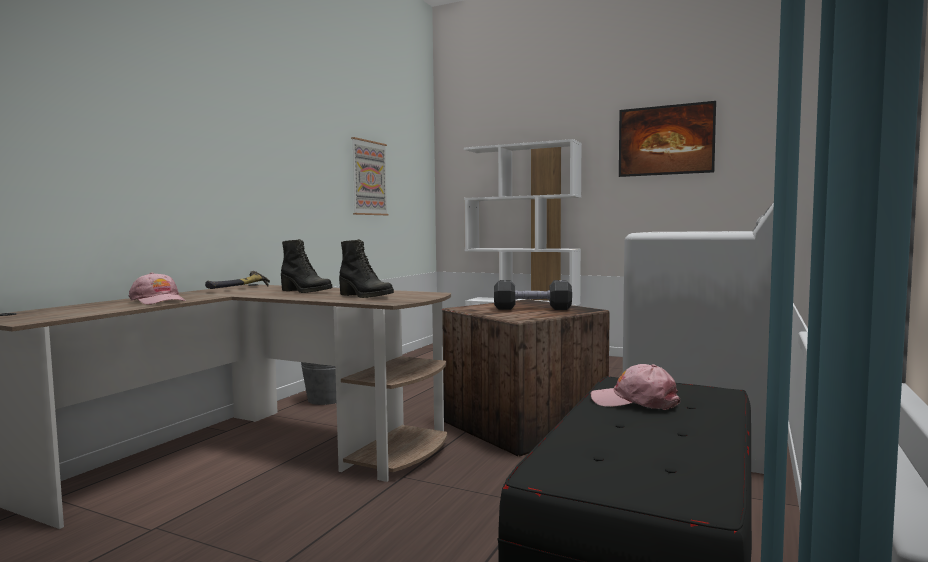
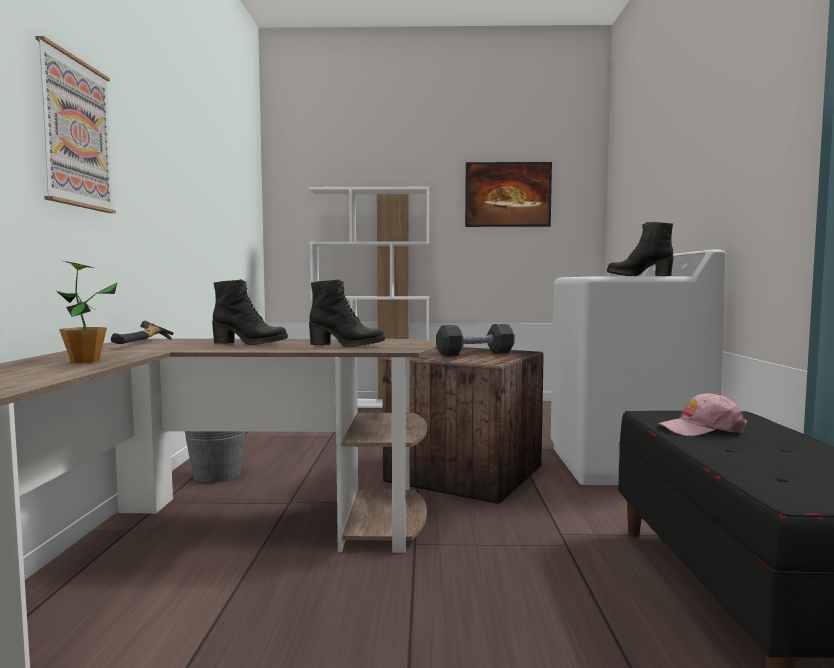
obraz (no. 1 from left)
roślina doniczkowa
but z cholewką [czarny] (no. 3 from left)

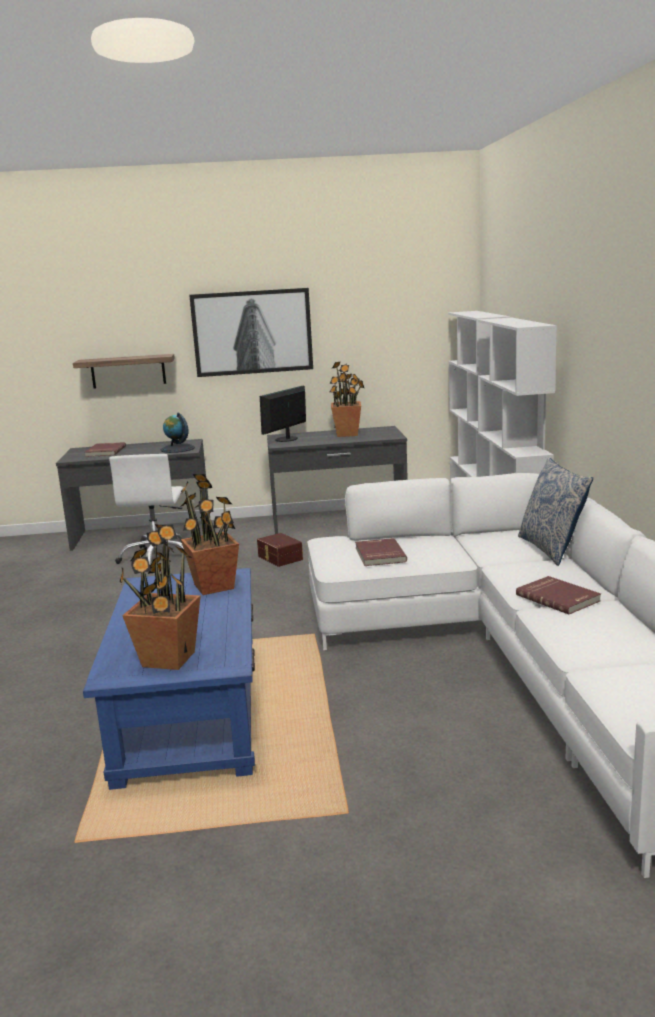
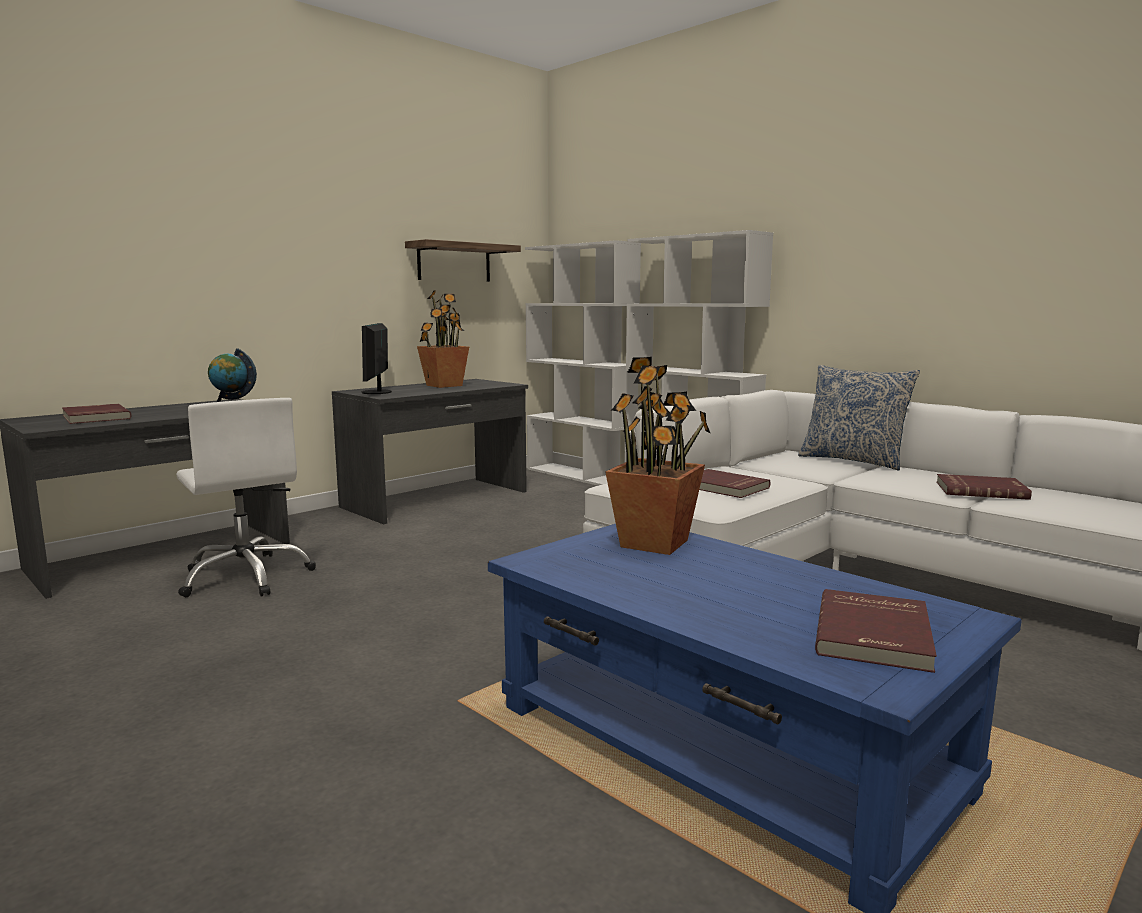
półka
książka [czerwony] (no. 3 from left)
obraz
pojemnik do przechowywania [brązowy]

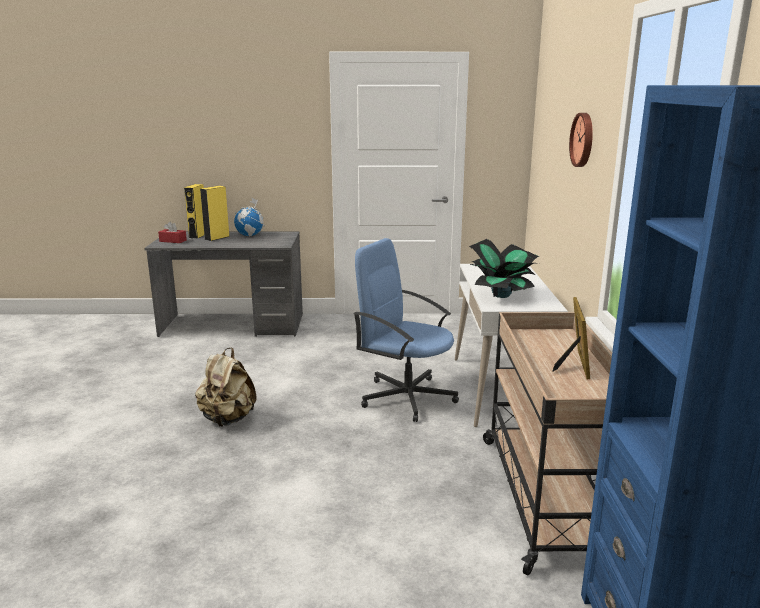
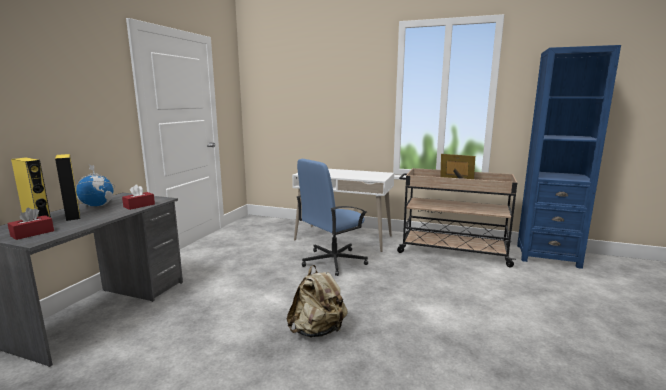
pudełko chusteczek [czerwony] (no. 2 from left)
roślina doniczkowa
zegar ścienny

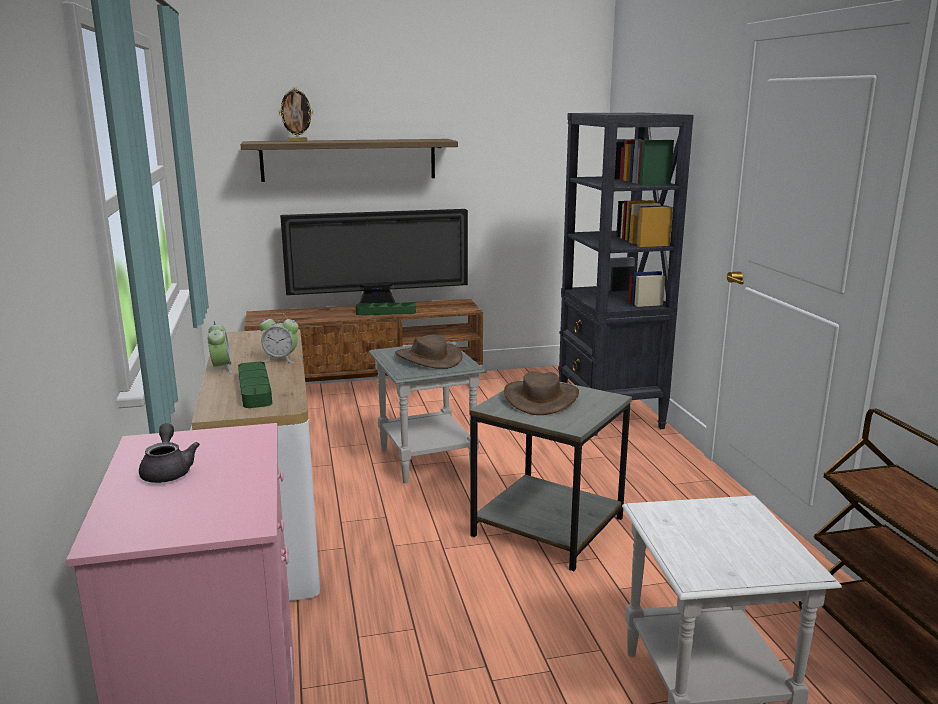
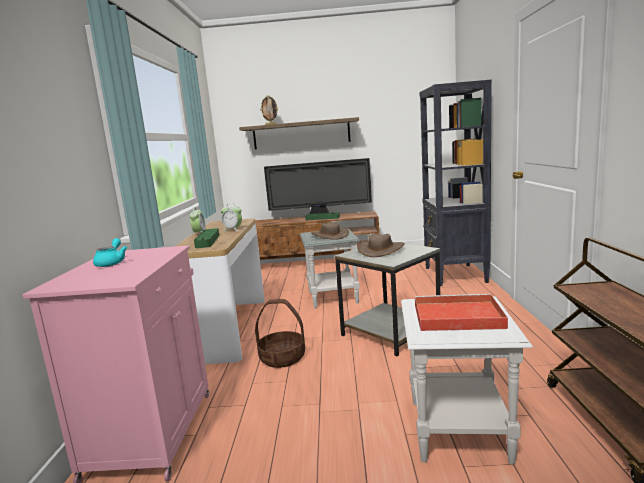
imbryk [turkusowy]
koszyk
taca [czerwony]

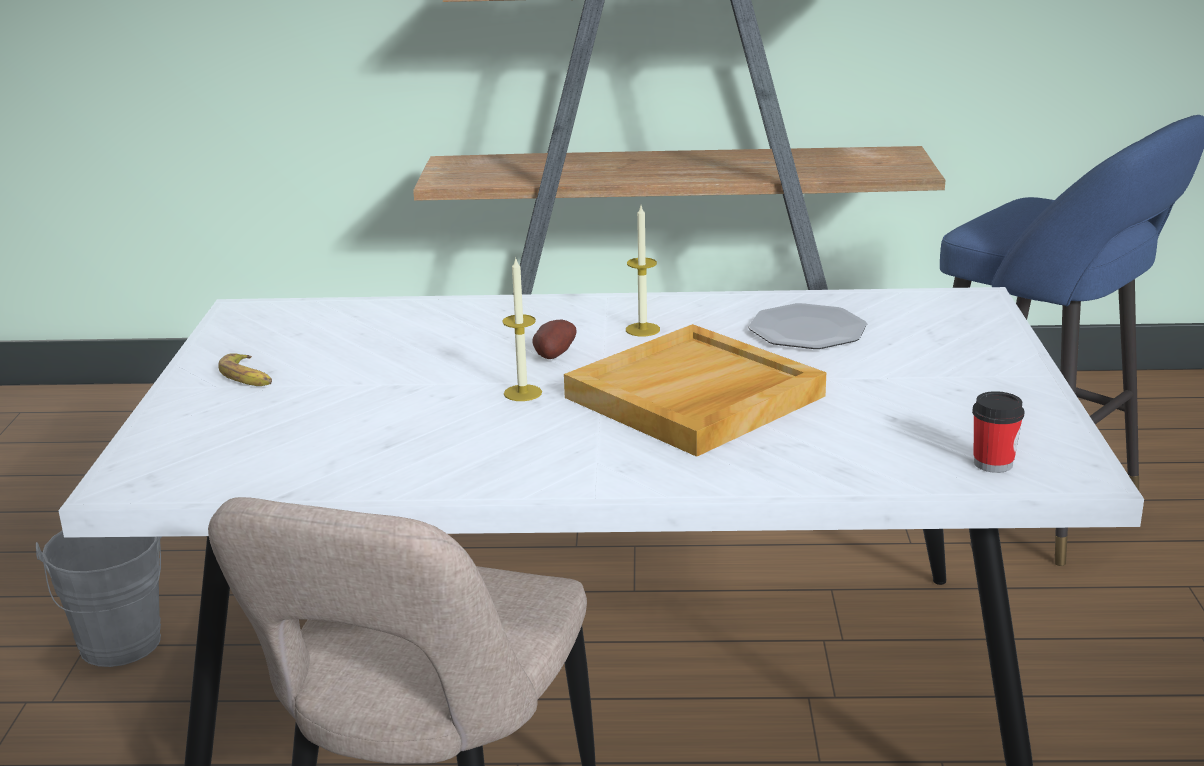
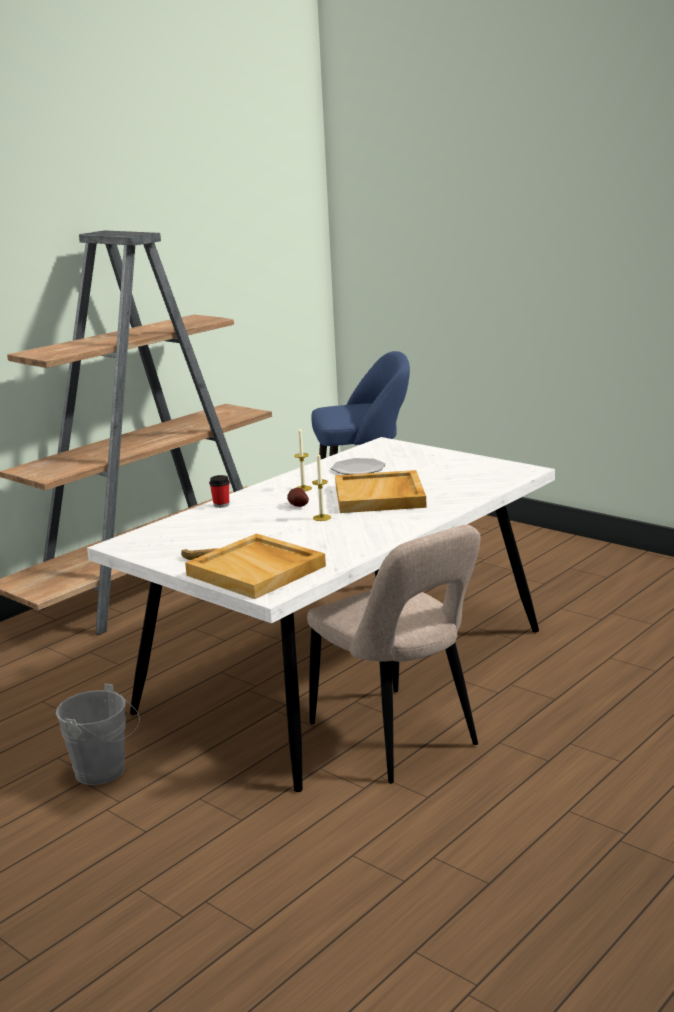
taca [beżowy] (no. 1 from left)
filiżanka

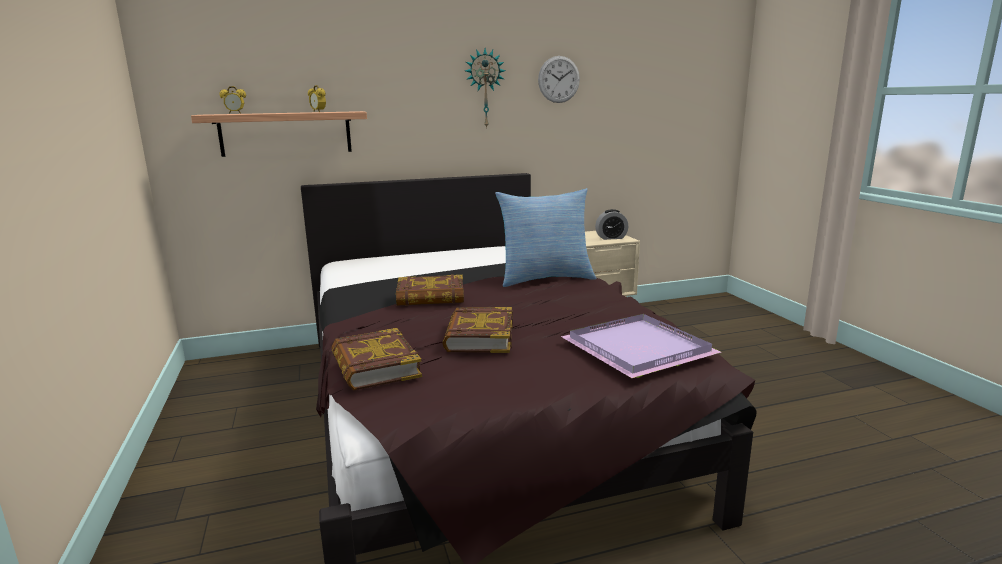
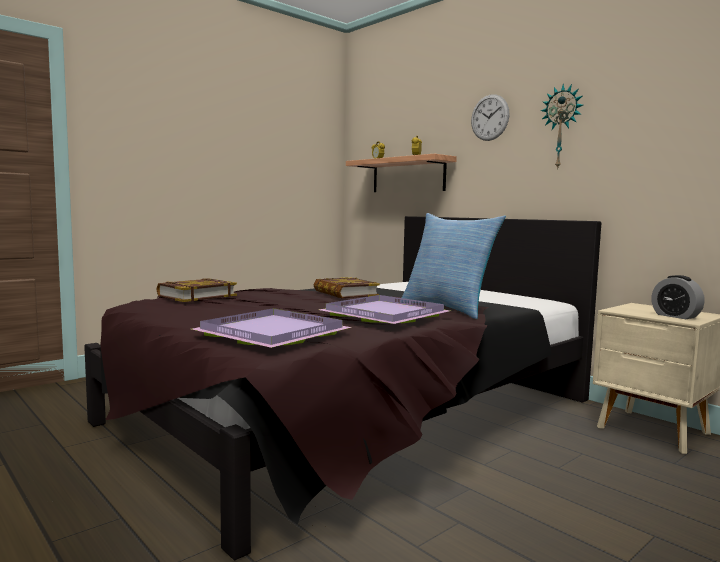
taca [fioletowy] (no. 2 from left)
zegar ścienny (no. 1 from left)
książka (no. 3 from left in the first image)

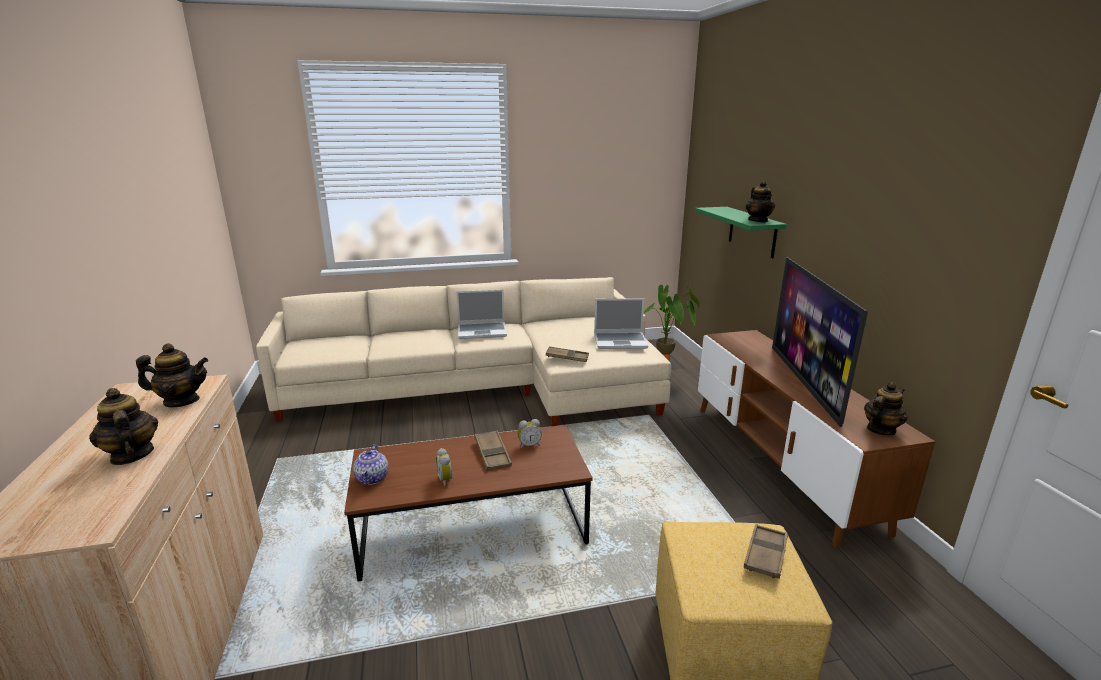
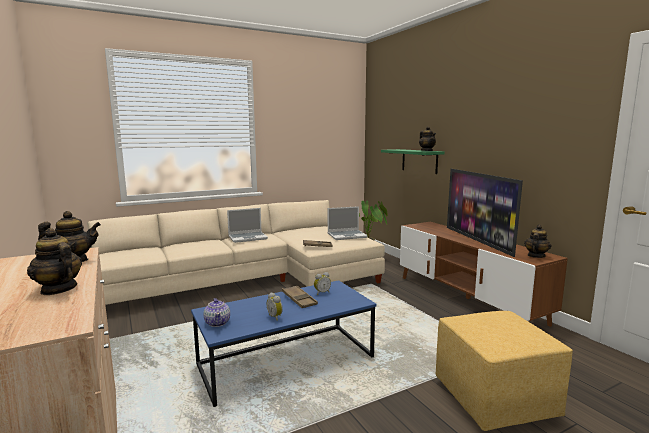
ława [niebieski]
taca [brązowy] (no. 3 from left in the first image)

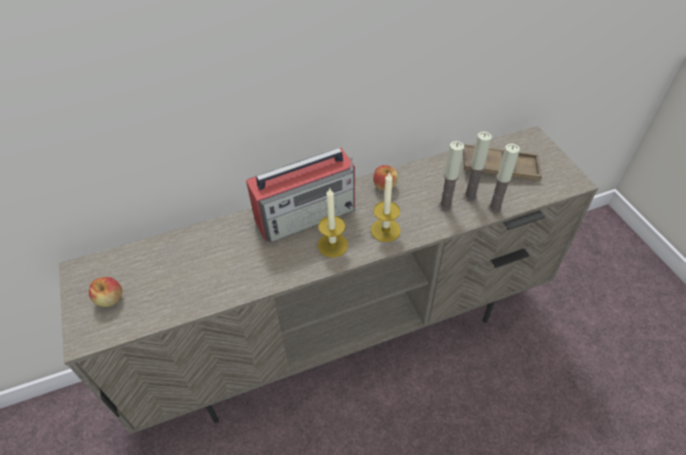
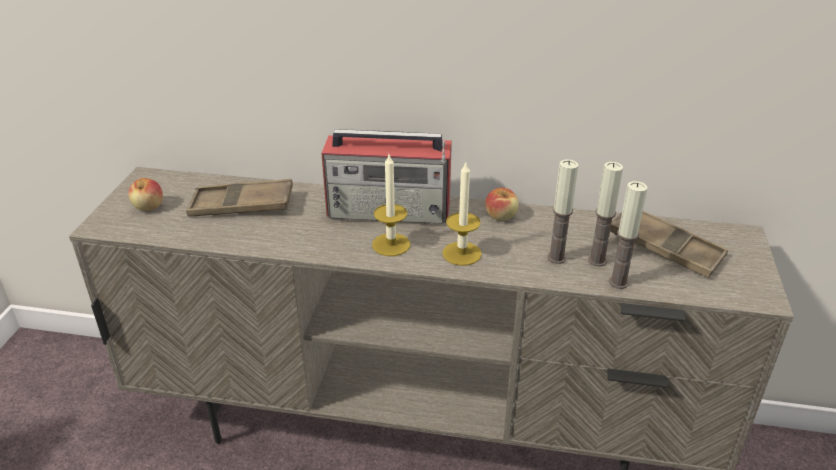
taca [brązowy] (no. 1 from left)

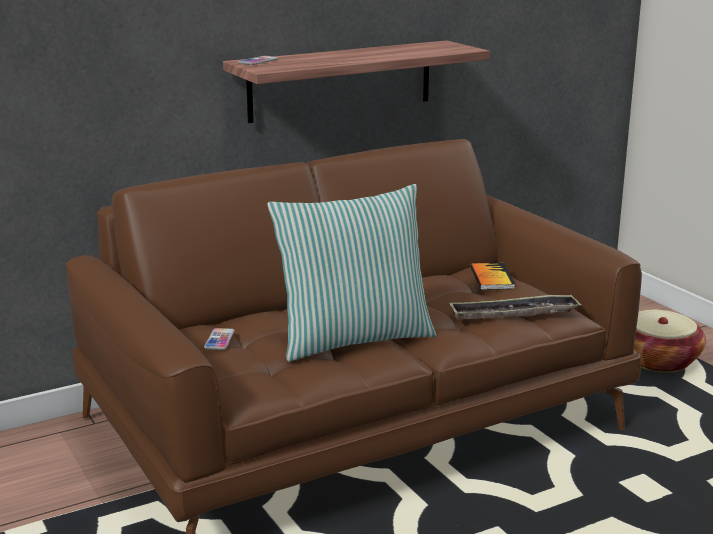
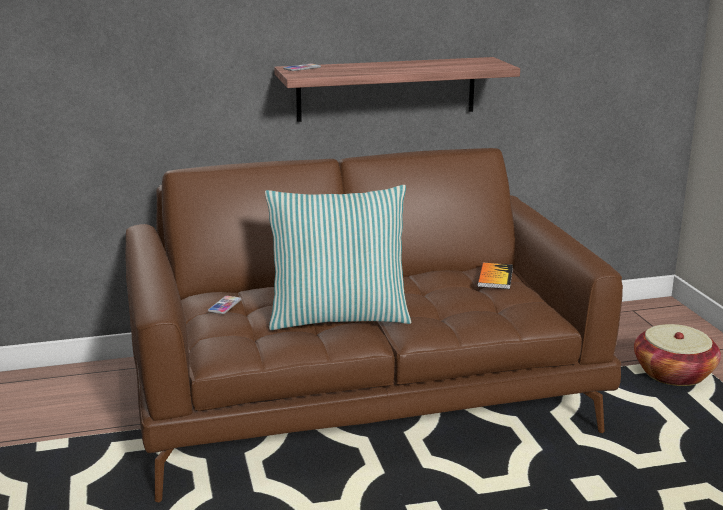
taca

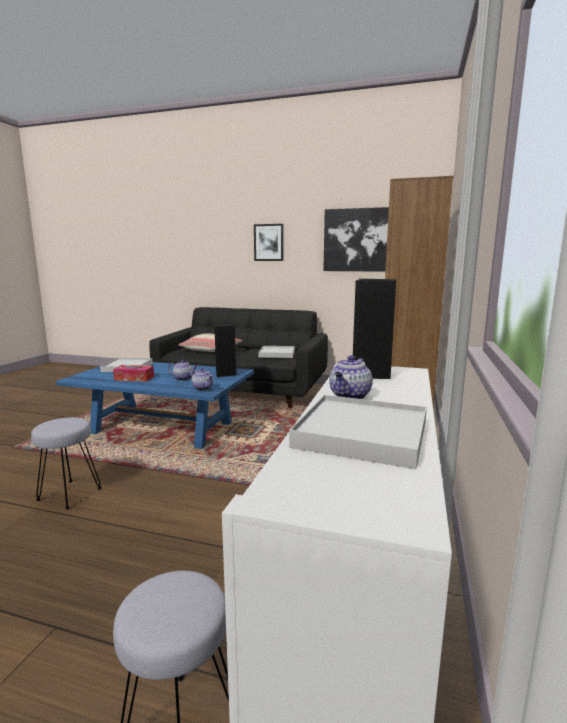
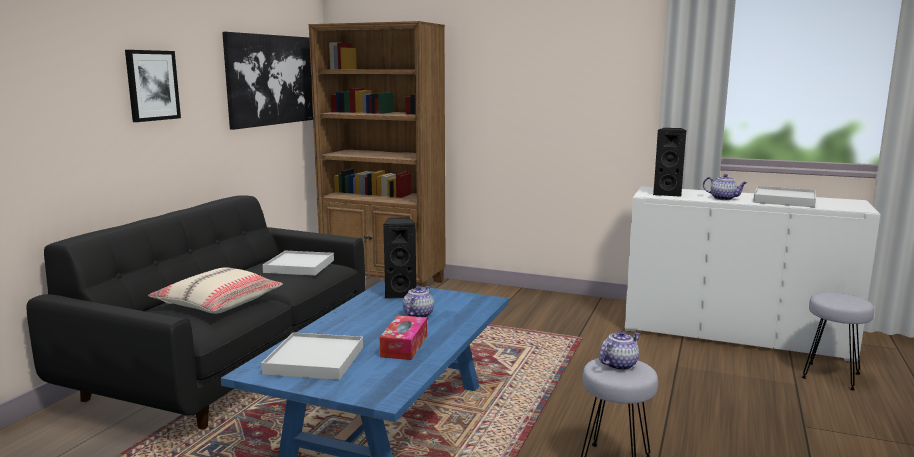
imbryk (no. 2 from left)

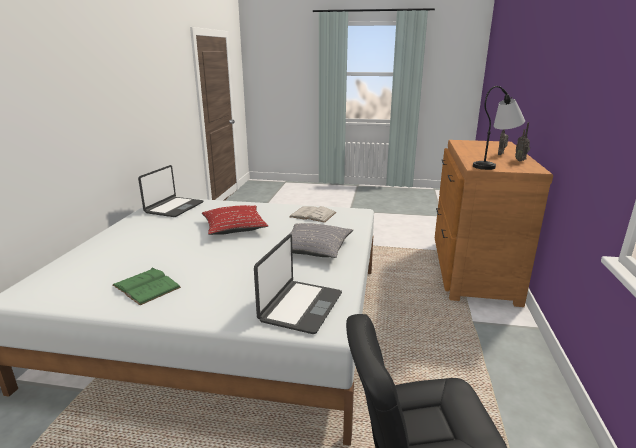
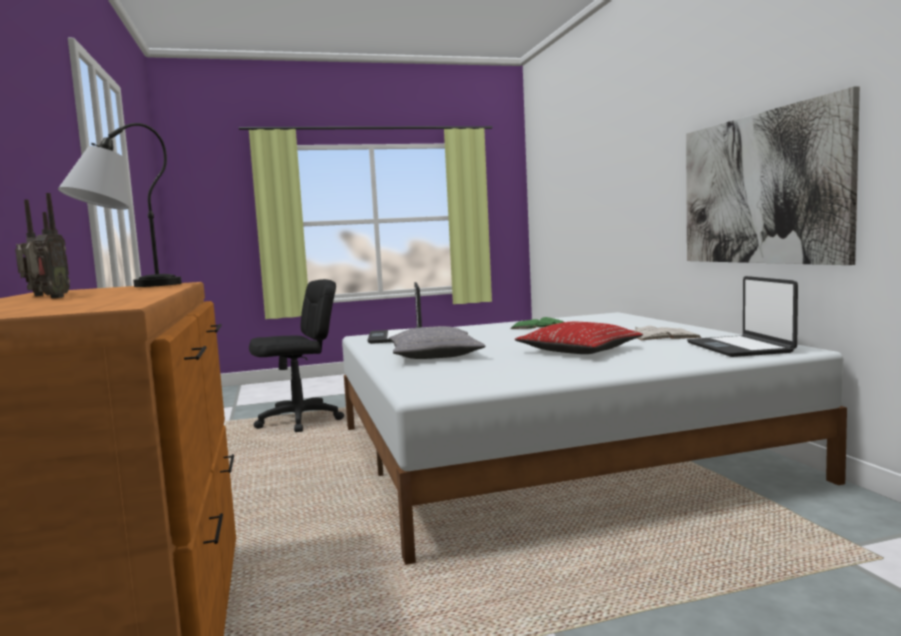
książka [biały]
obraz

